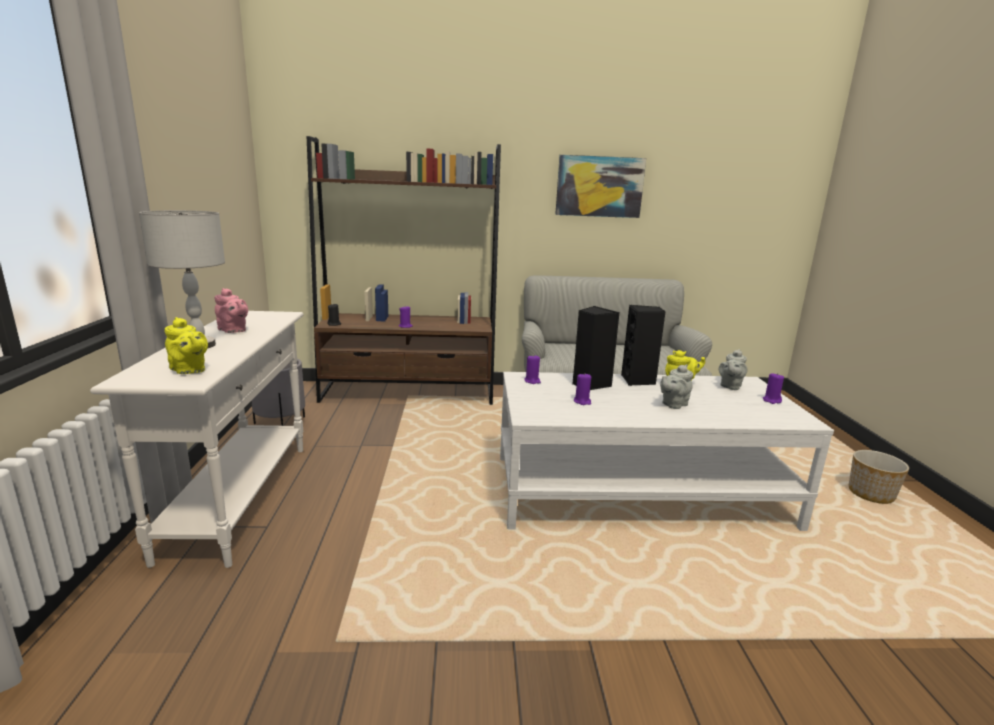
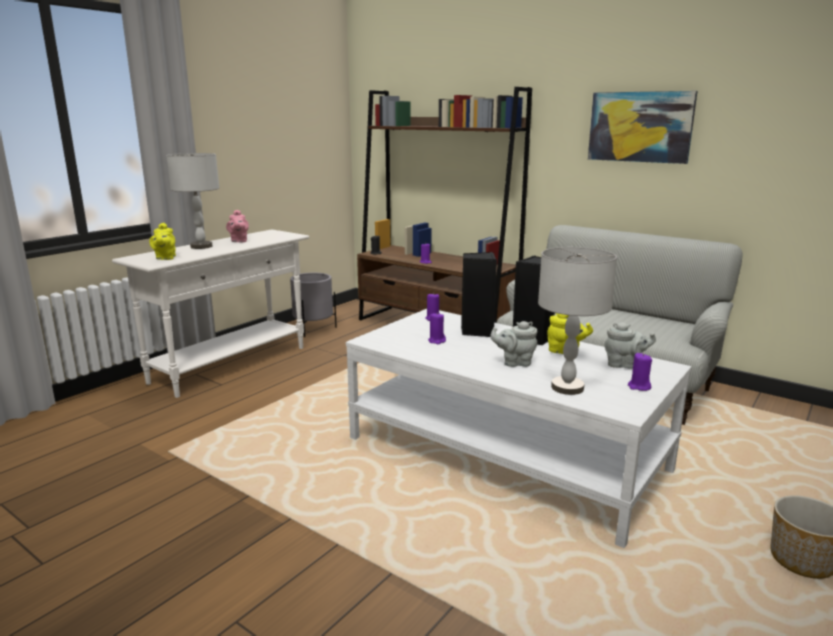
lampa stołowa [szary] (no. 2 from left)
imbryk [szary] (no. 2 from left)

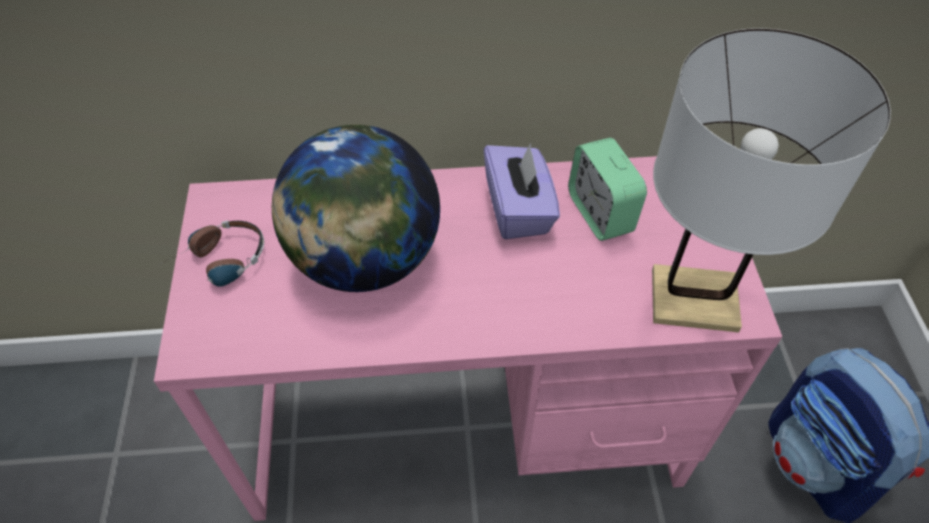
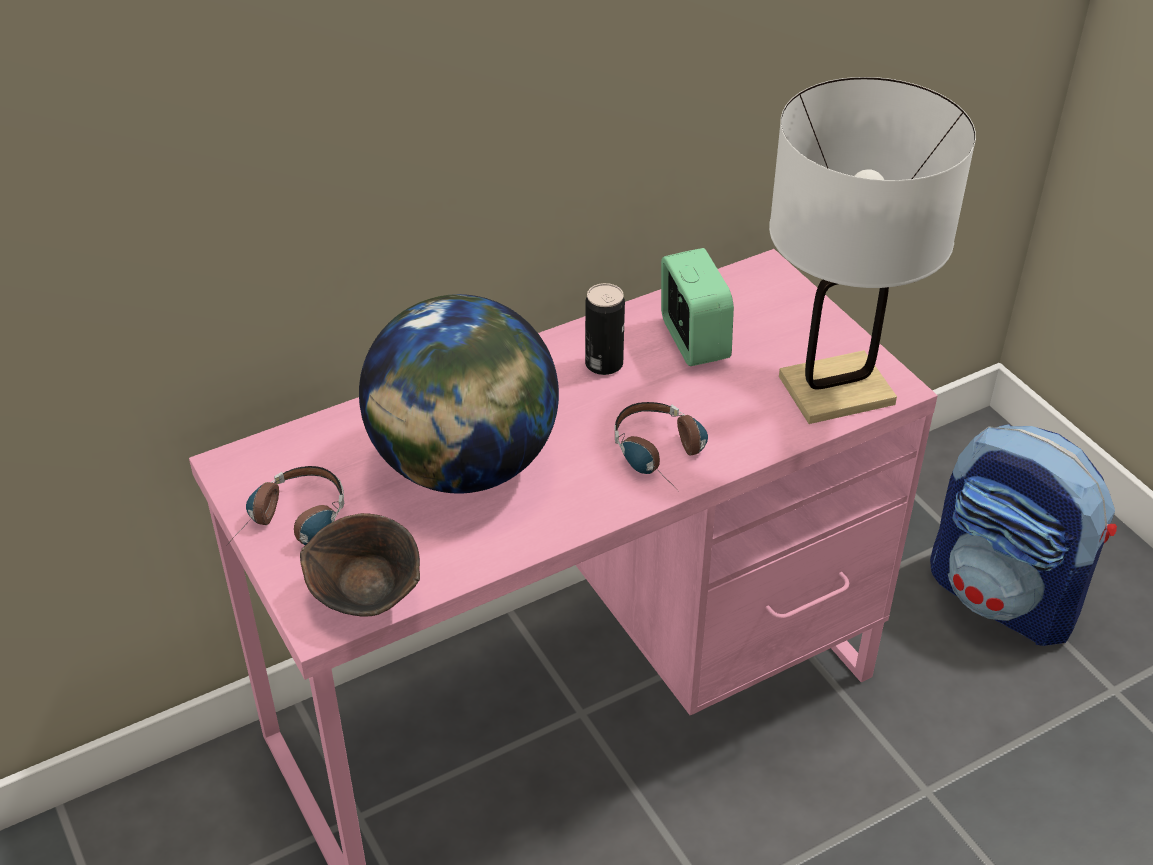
miska [brązowy]
puszka
słuchawki (no. 2 from left)
budzik

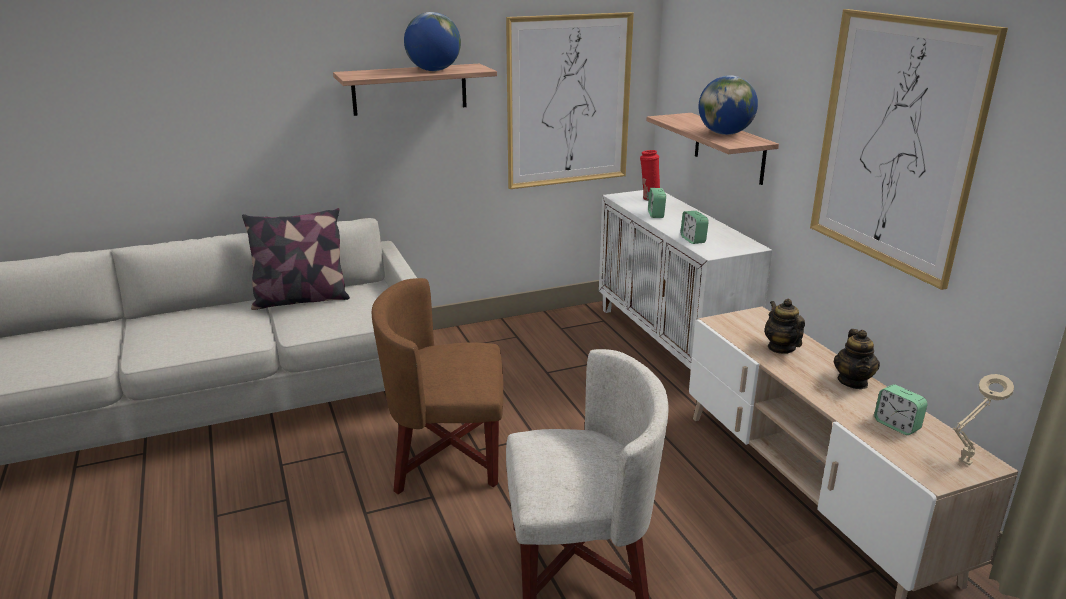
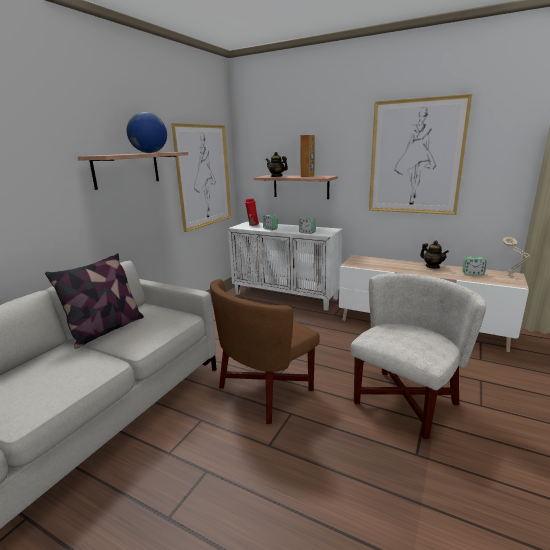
imbryk (no. 1 from left)
głośnik [brązowy]

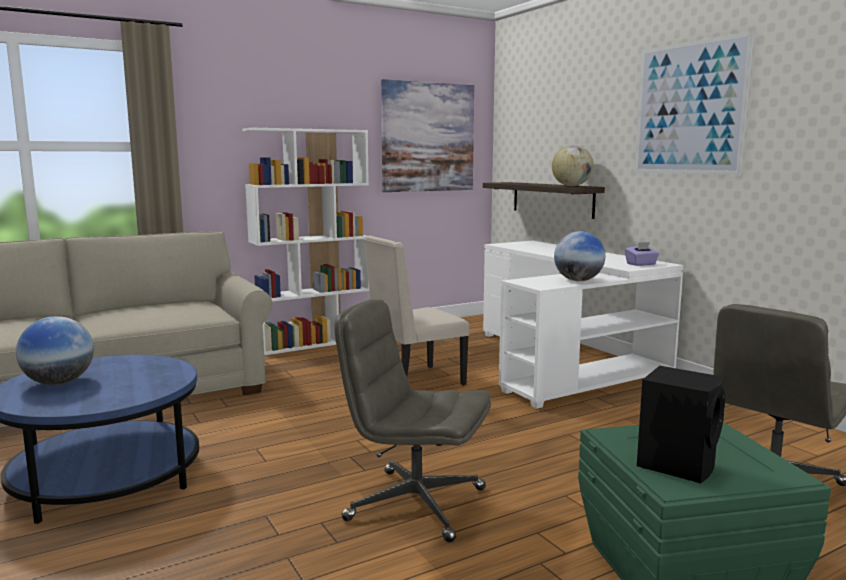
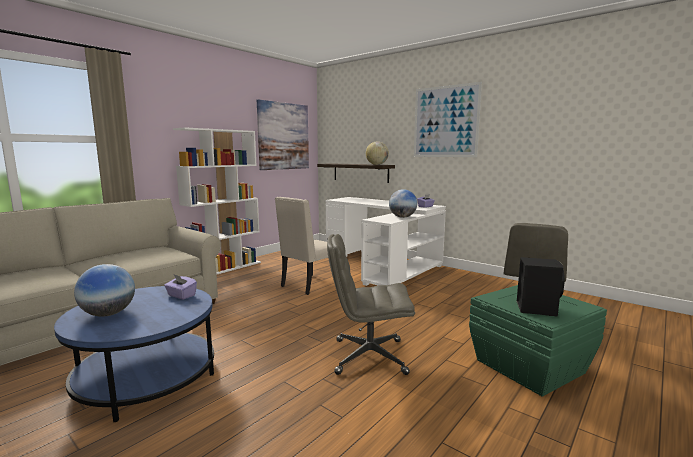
pudełko chusteczek [fioletowy] (no. 1 from left)

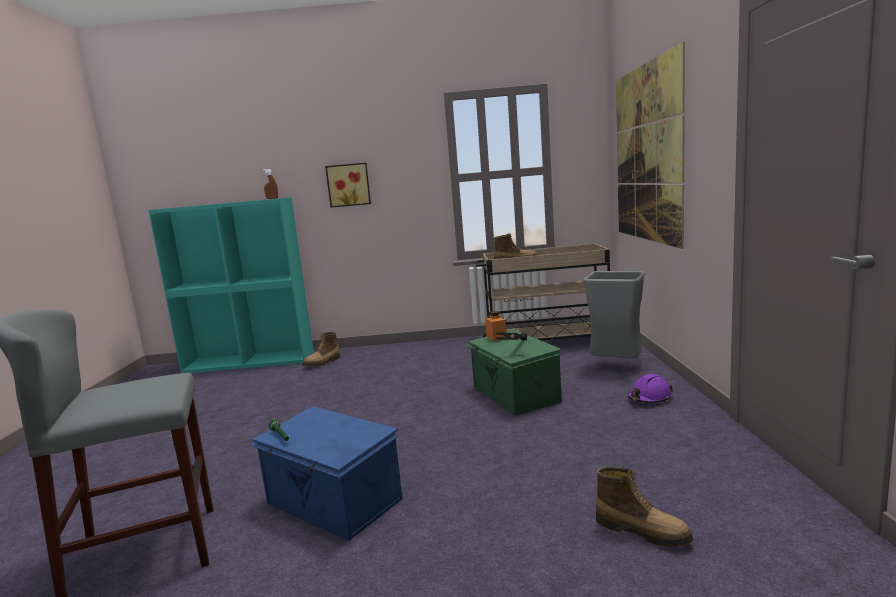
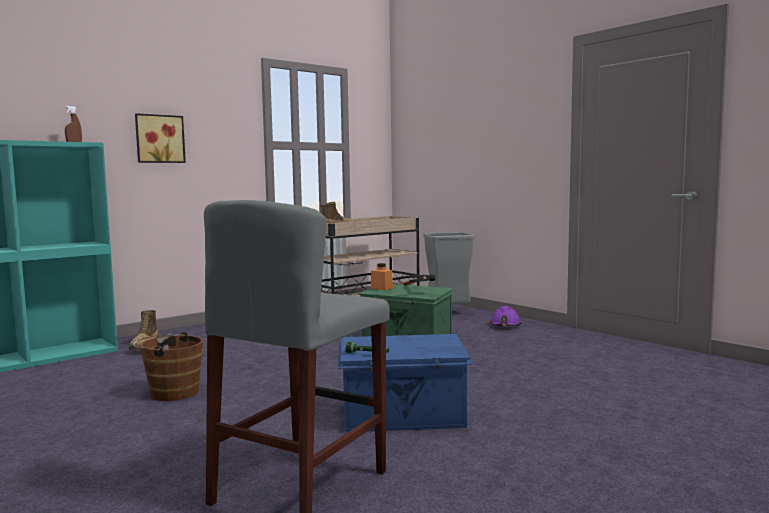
wiadro [brązowy]
but z cholewką (no. 3 from left in the first image)
obraz (no. 2 from left in the first image)

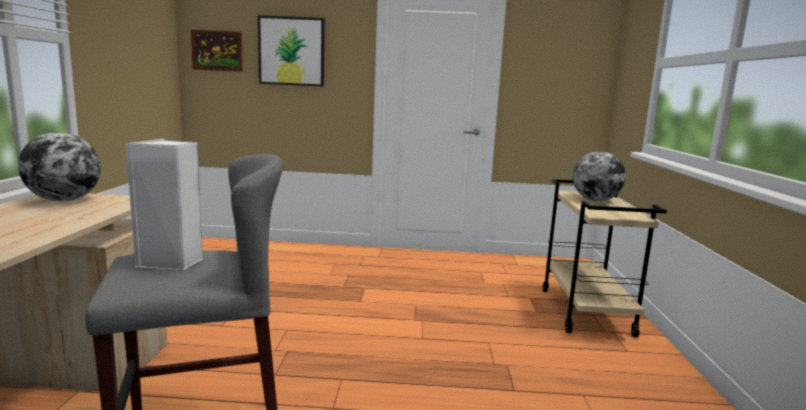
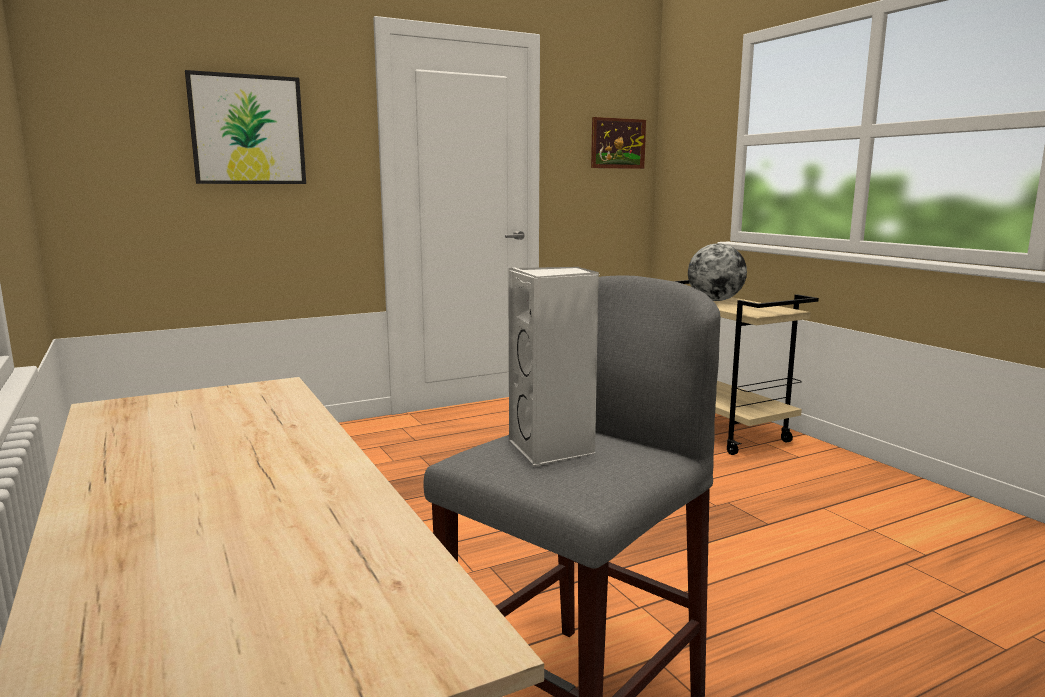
obraz (no. 2 from left)
globus (no. 1 from left in the first image)

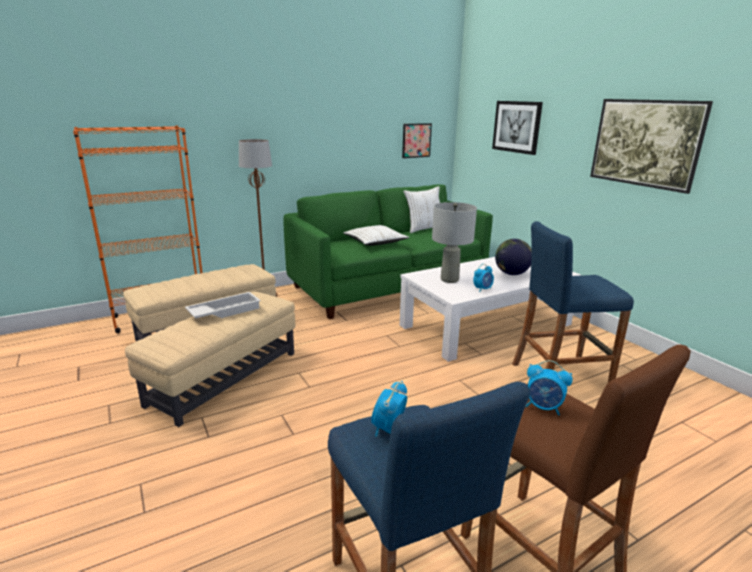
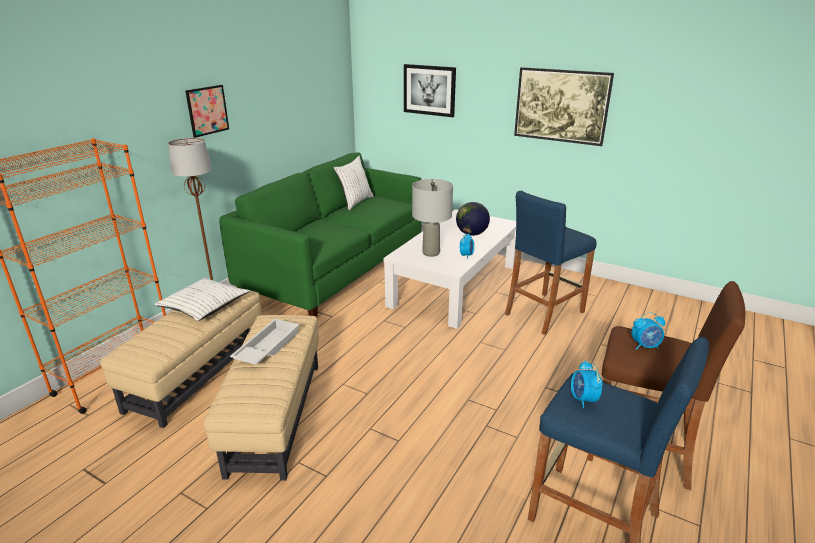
poduszka [biały] (no. 1 from left)
obraz (no. 1 from left)

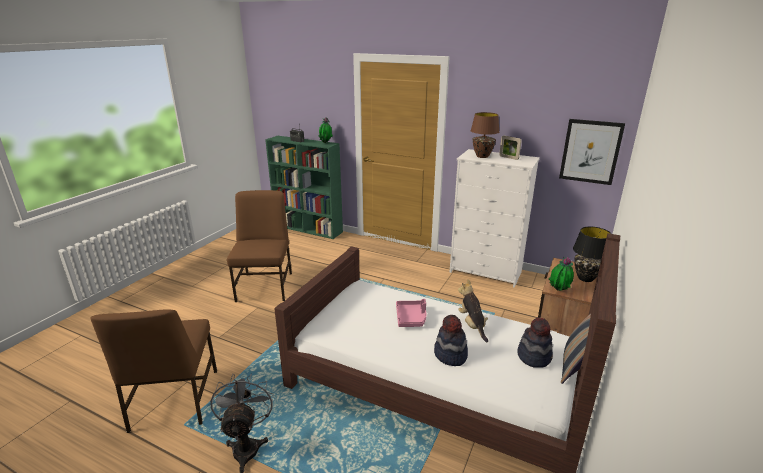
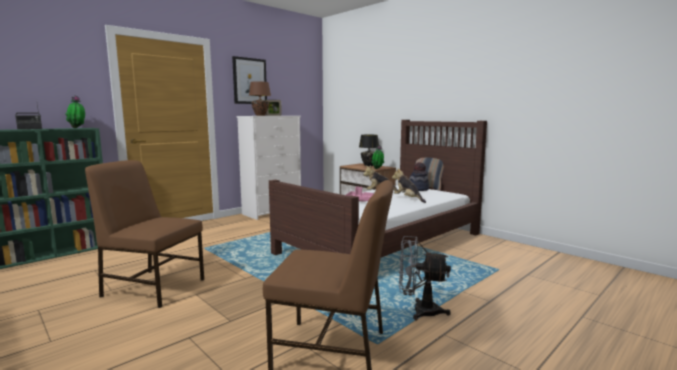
obraz
pluszak (no. 2 from left)

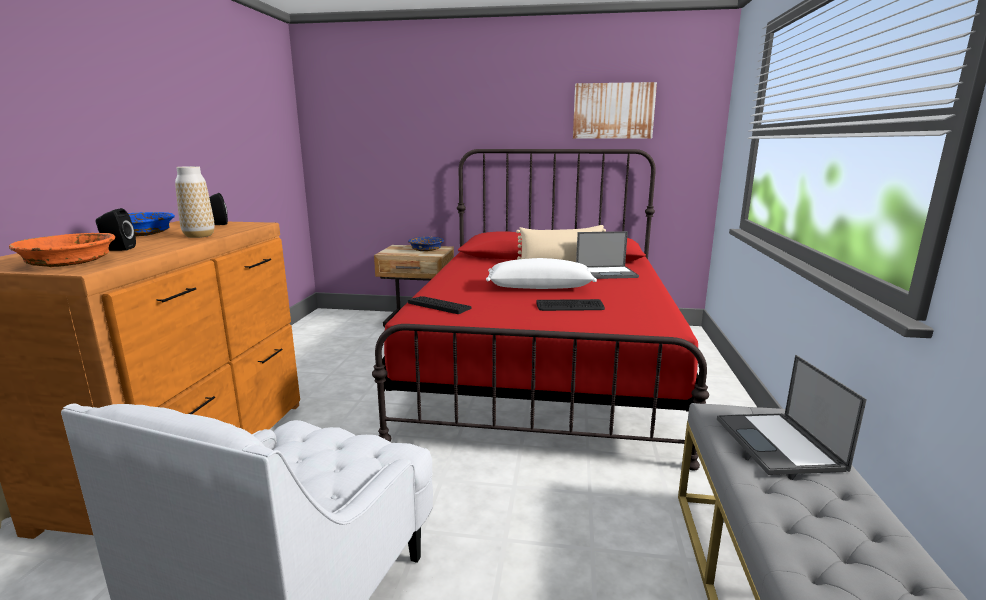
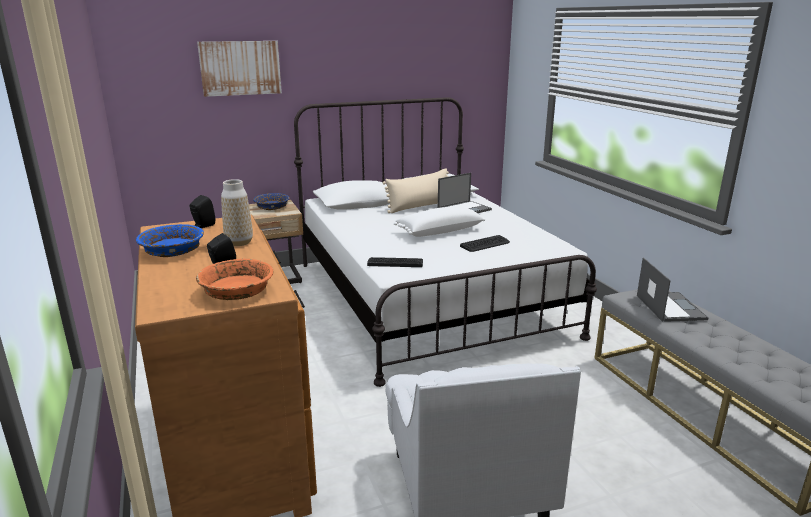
obraz
łóżko [biały]
laptop (no. 2 from left)

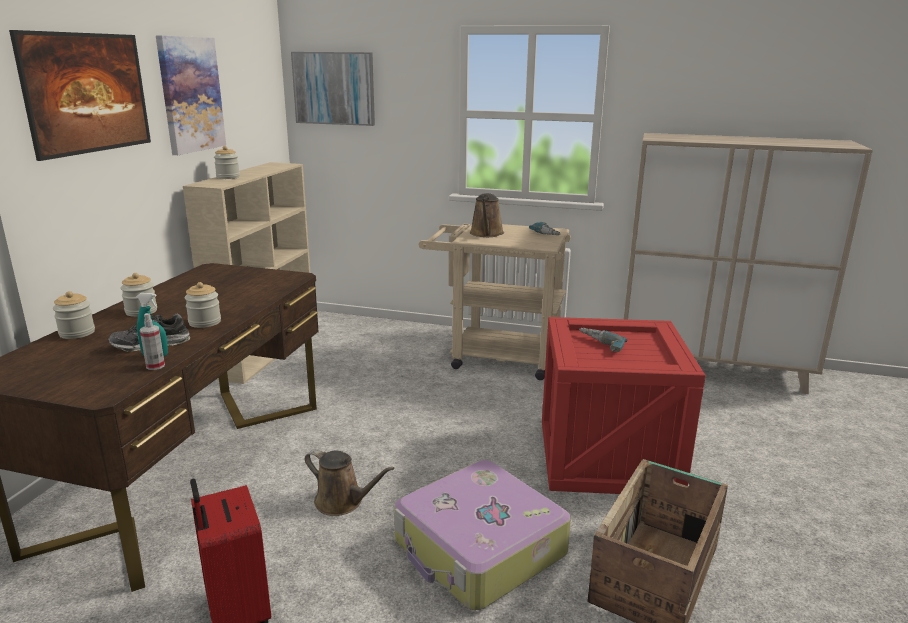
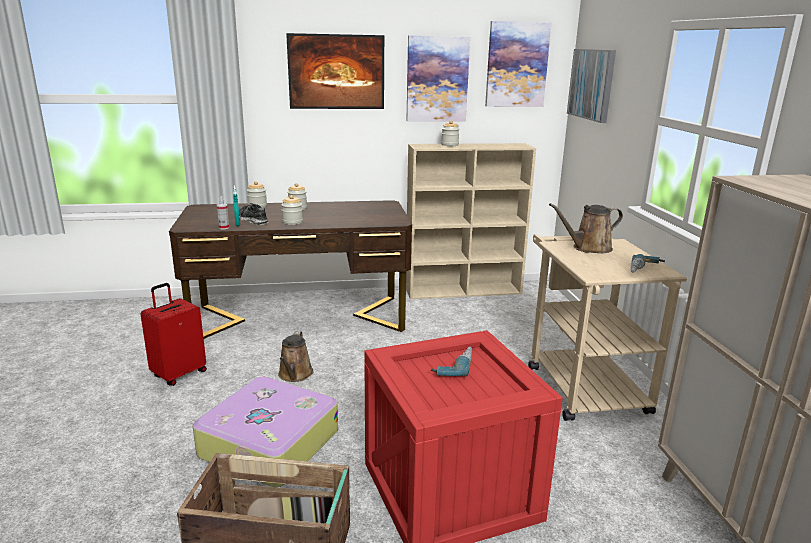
obraz (no. 3 from left)

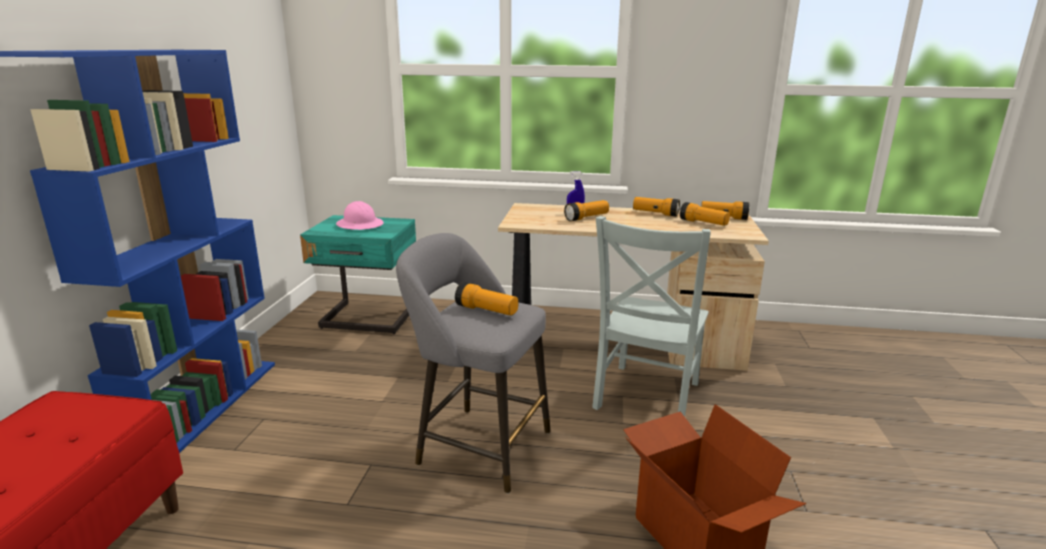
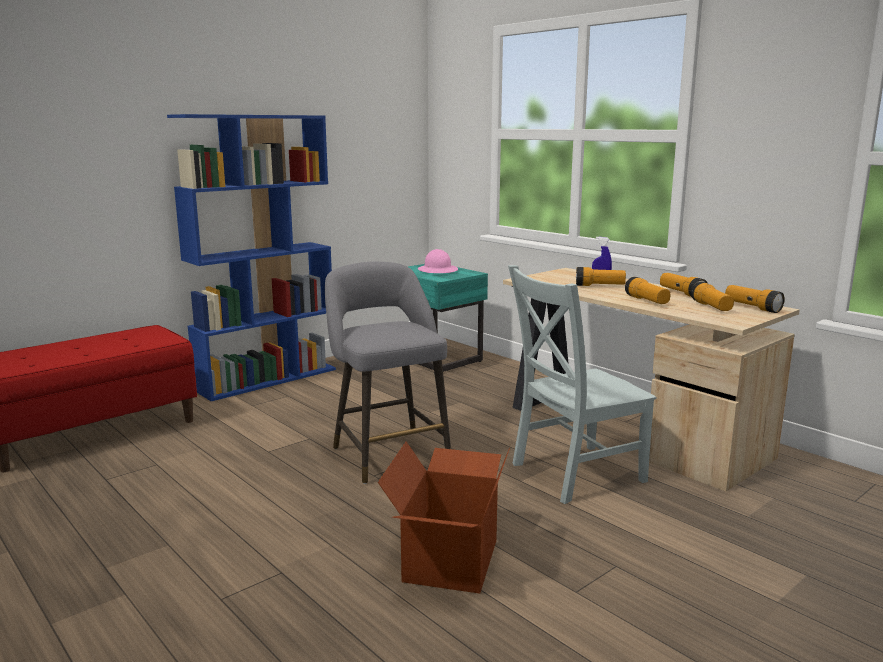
latarka (no. 2 from left)

